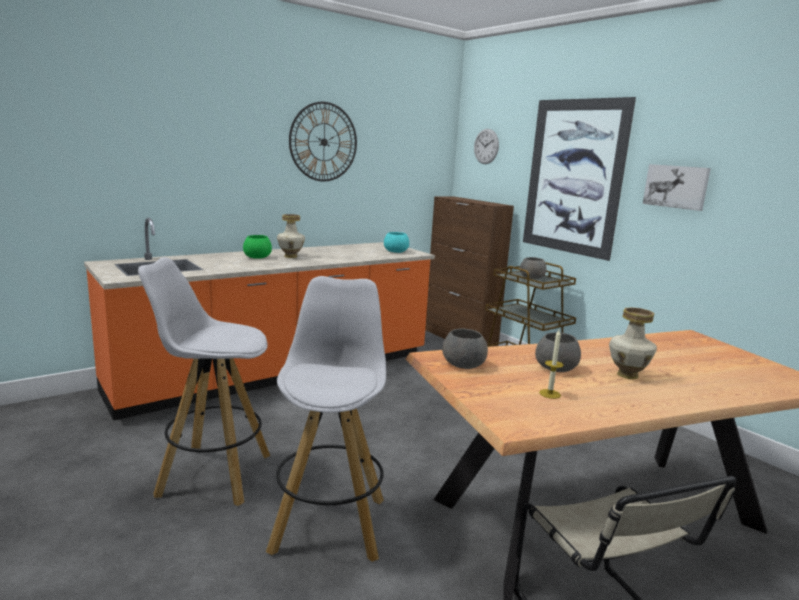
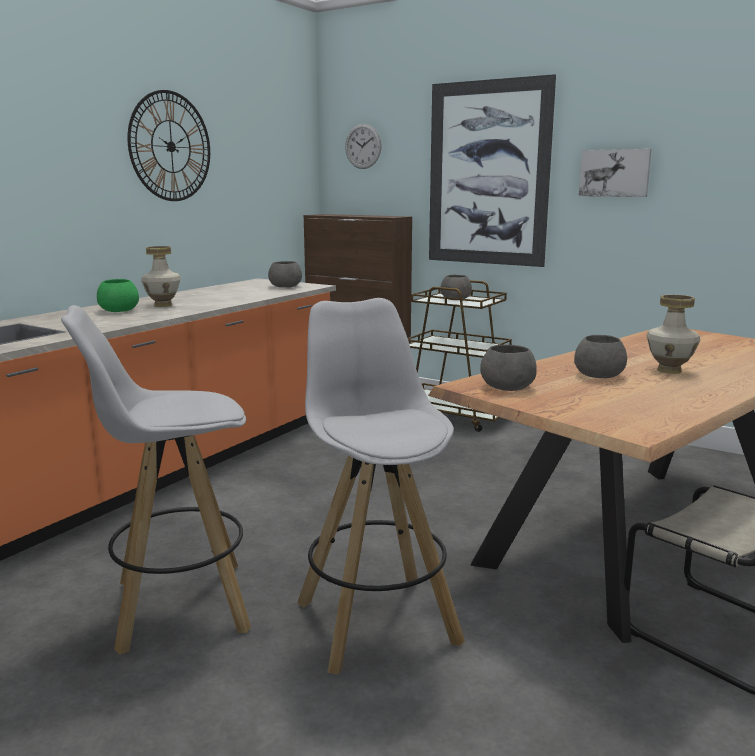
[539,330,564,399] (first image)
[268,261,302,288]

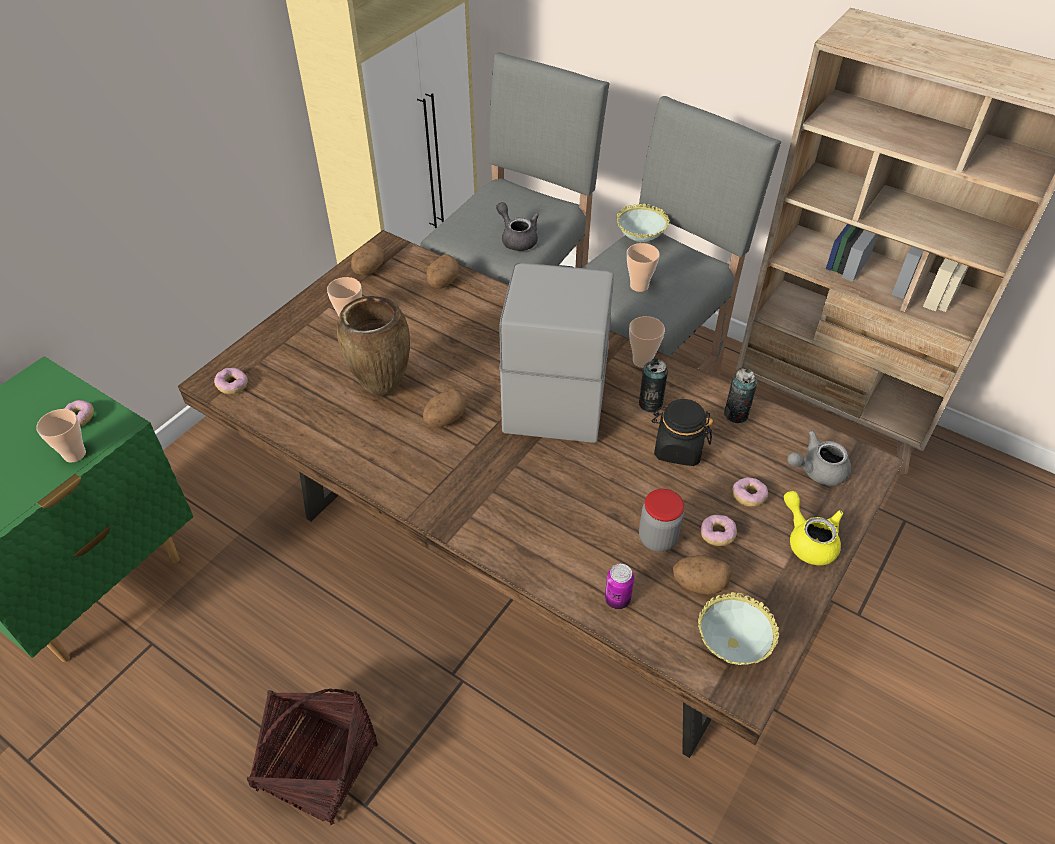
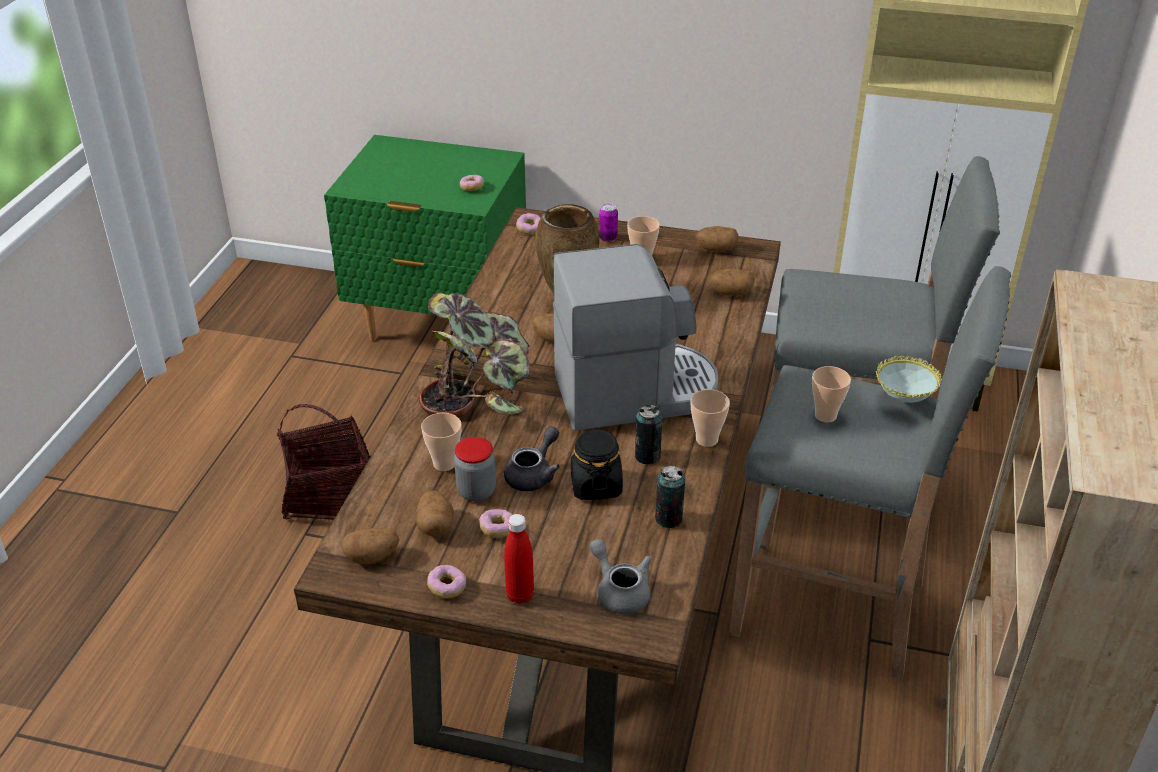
[418,292,530,418]
[421,413,462,471]
[504,426,560,491]
[599,203,618,242]
[427,565,466,598]
[341,528,400,564]
[504,514,534,604]

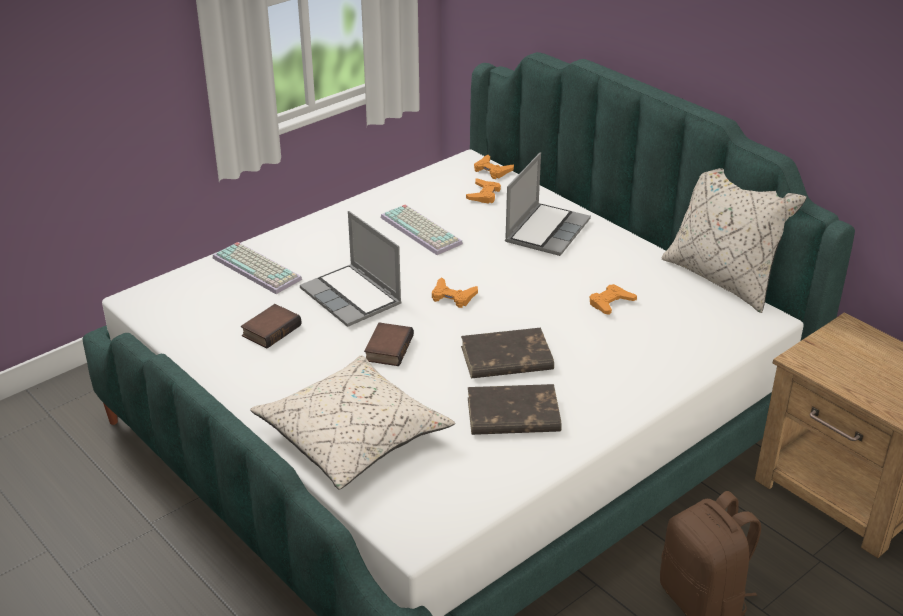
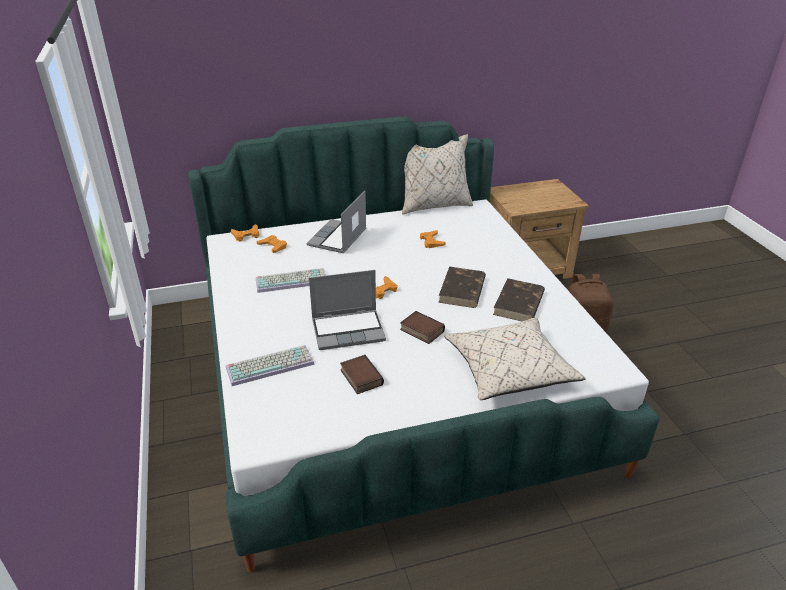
[307,191,367,253]

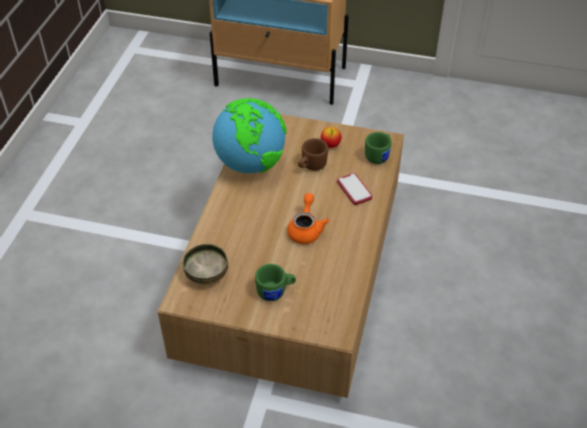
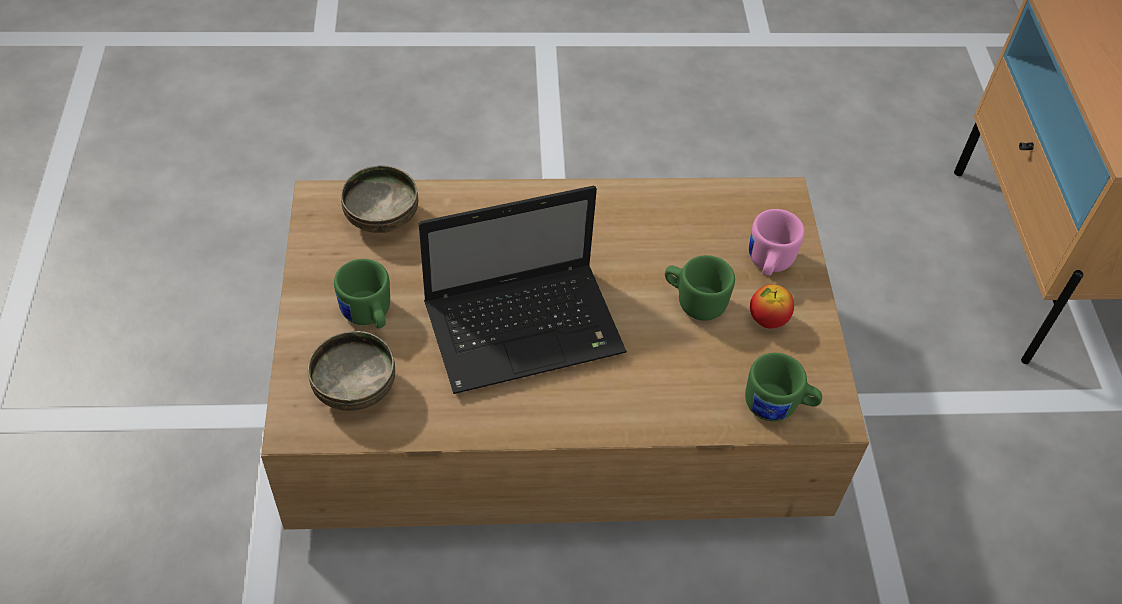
[212,98,287,173] (first image)
[337,173,372,205] (first image)
[307,331,395,411]
[749,209,805,276]
[419,186,627,394]
[665,255,735,321]

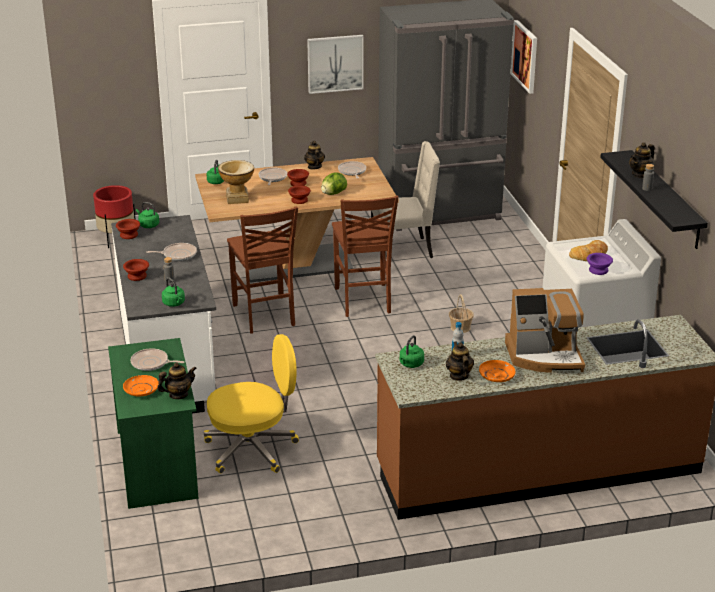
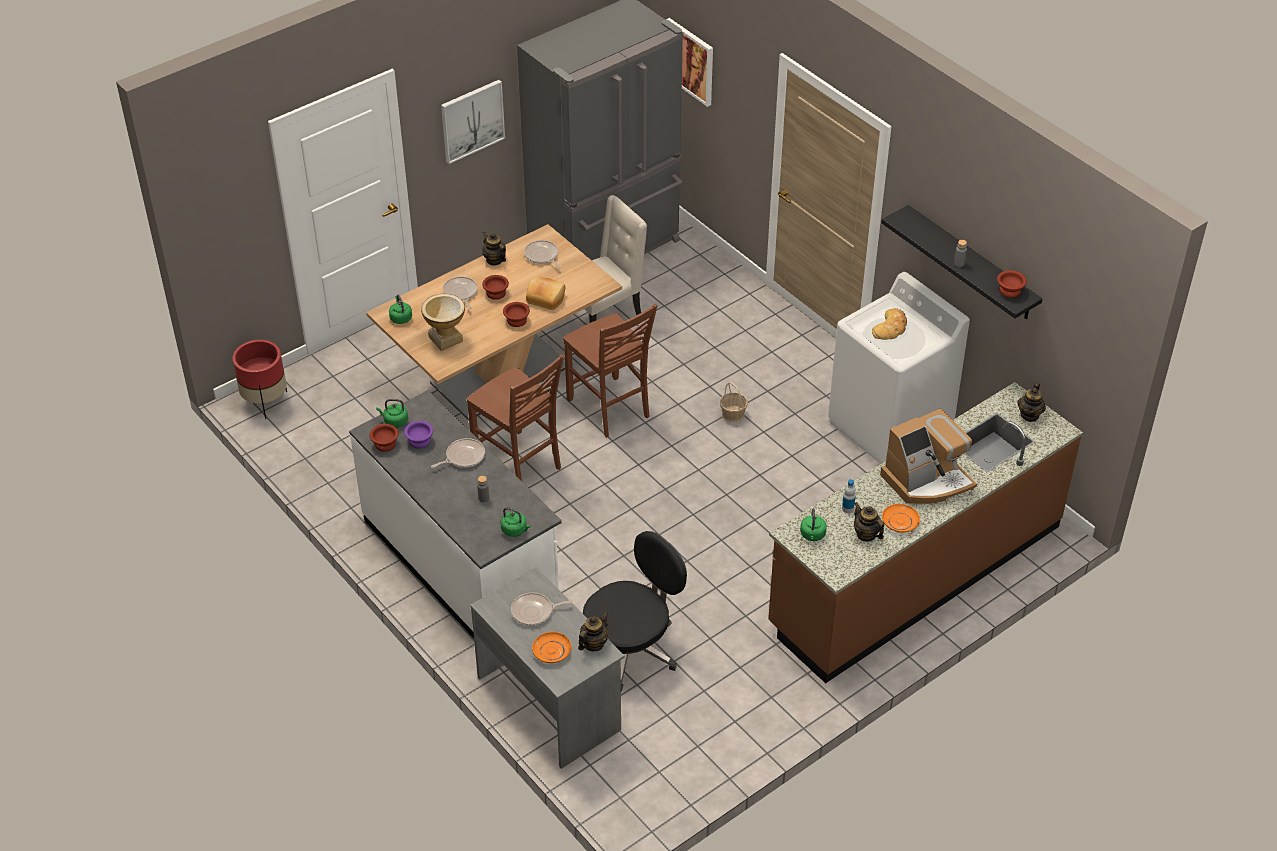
[997,270,1027,298]
[404,421,433,449]
[1017,382,1046,422]
[526,277,565,310]
[470,567,625,769]
[583,531,687,692]

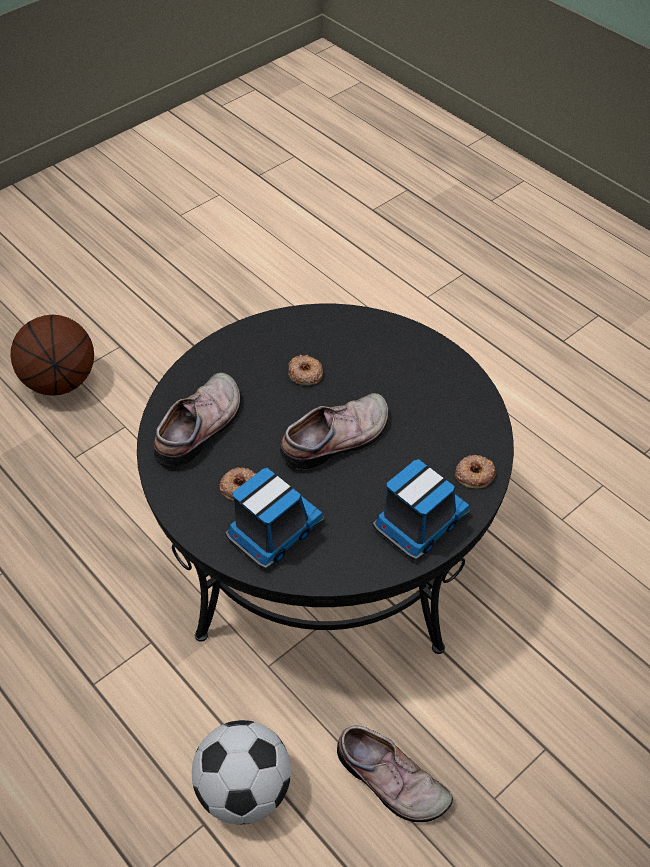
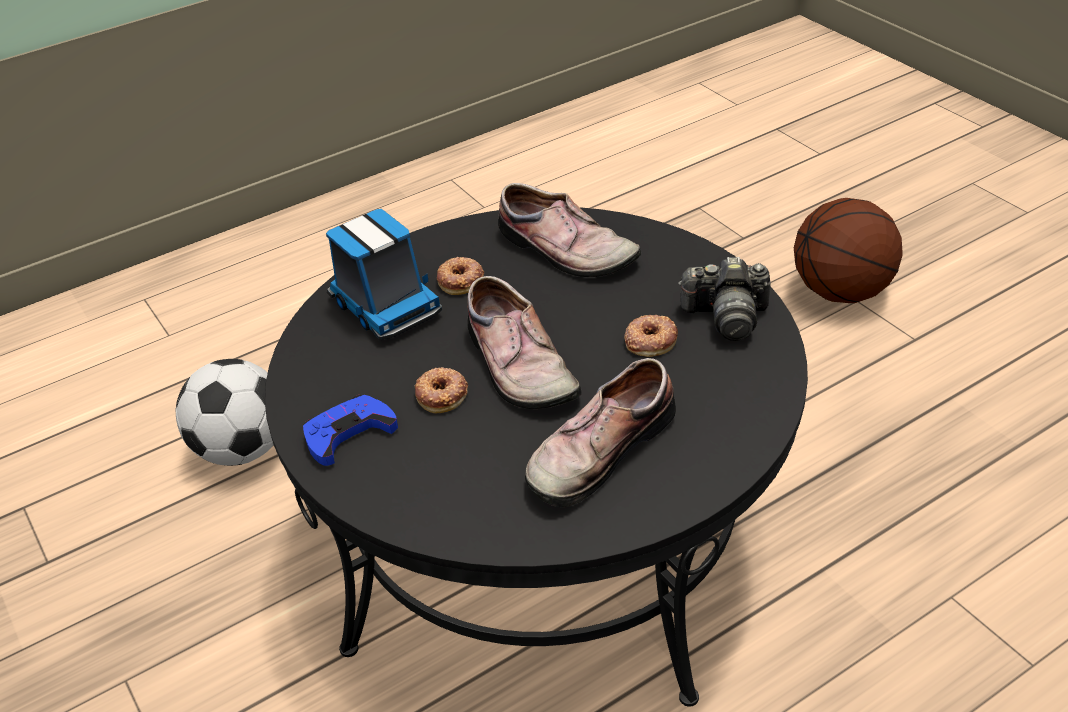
[678,257,771,341]
[525,358,676,507]
[415,367,468,413]
[303,395,398,466]

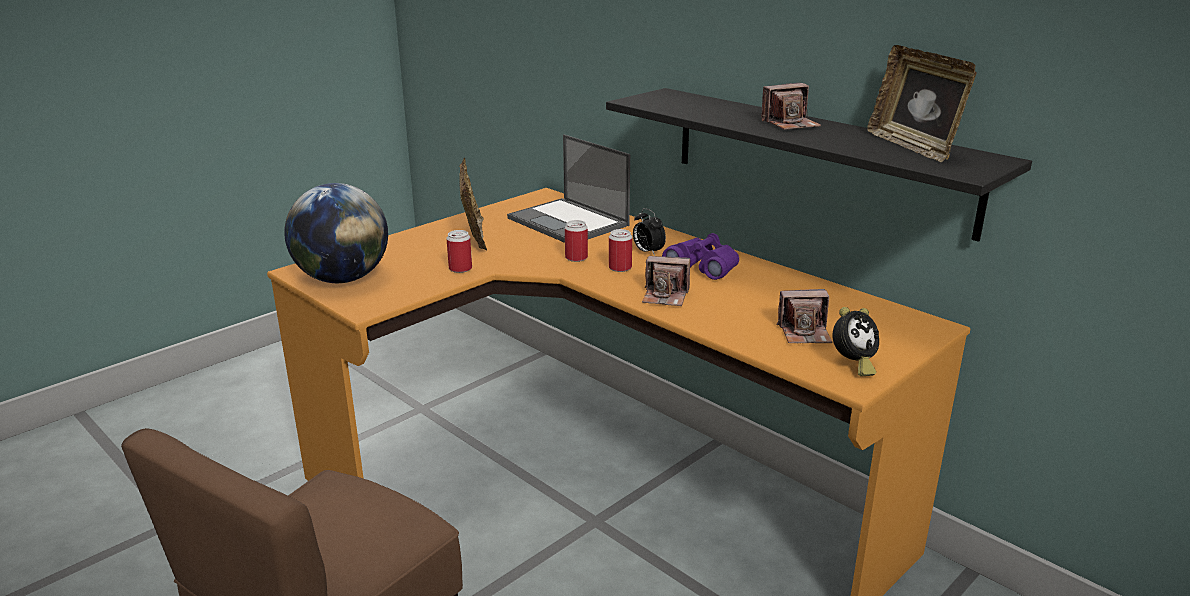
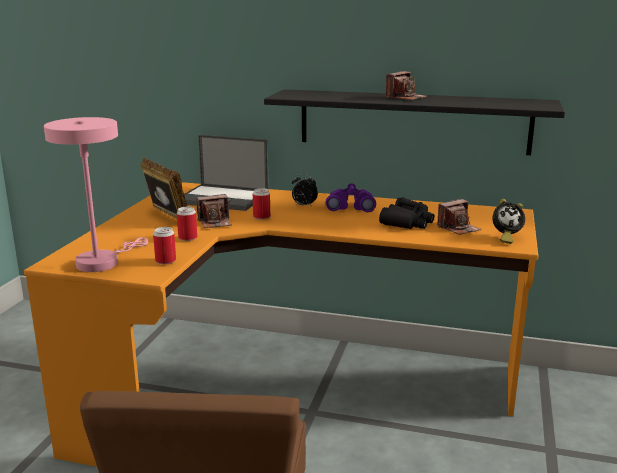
[867,45,976,162] (first image)
[379,197,434,229]
[153,227,176,265]
[196,194,232,228]
[44,117,148,272]
[492,199,525,244]

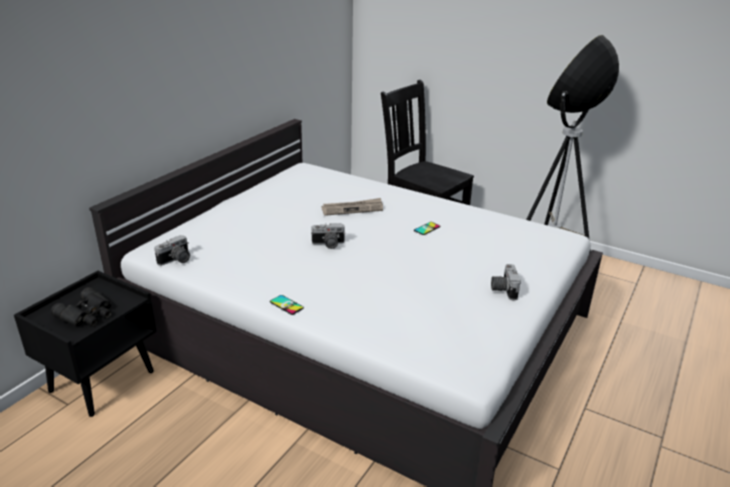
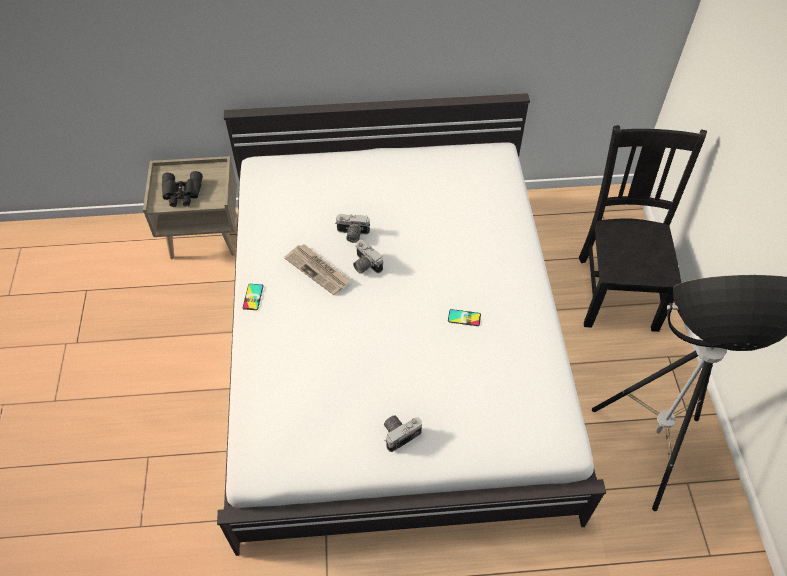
[335,214,370,243]
[284,244,351,295]
[143,156,237,259]

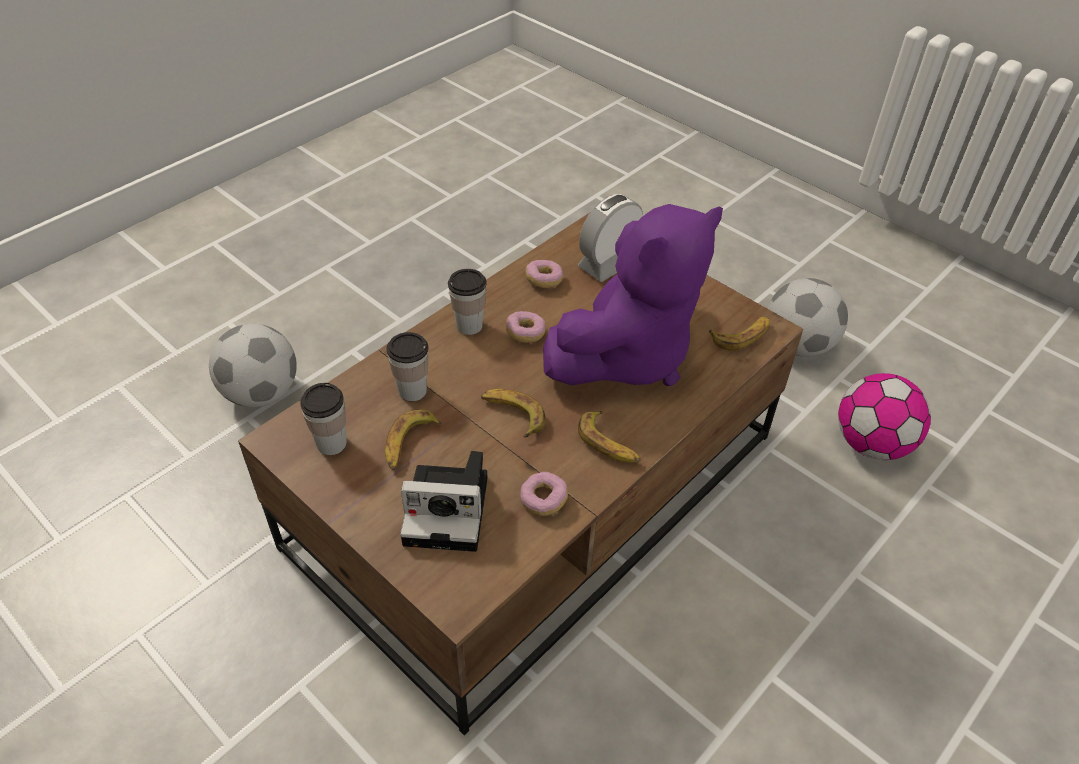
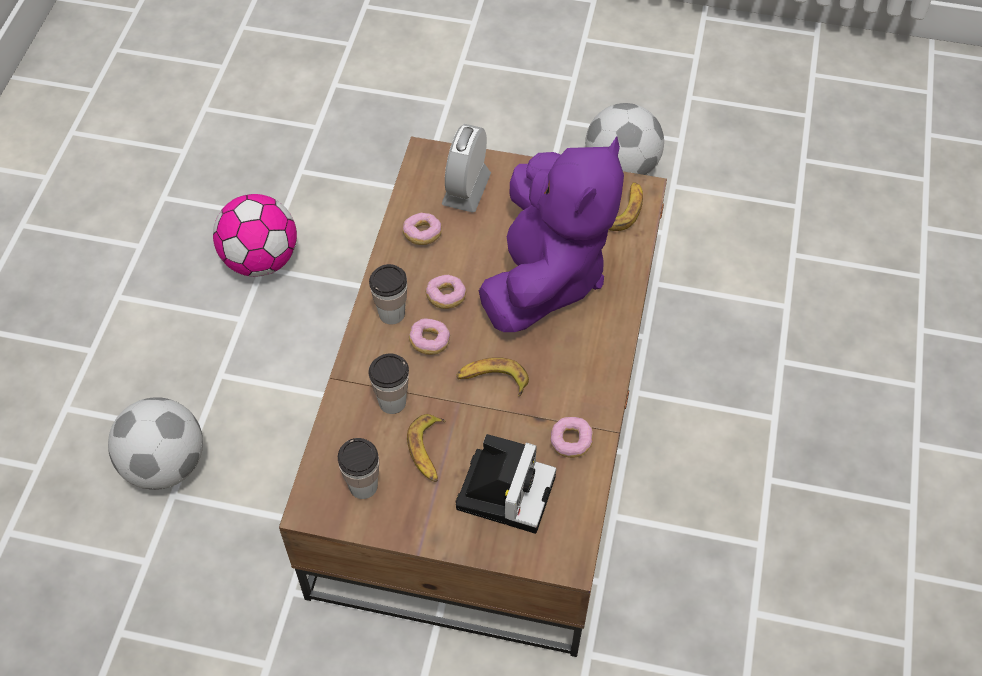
[578,411,641,462] (first image)
[409,318,450,355]
[213,194,297,277]
[456,434,556,534]

